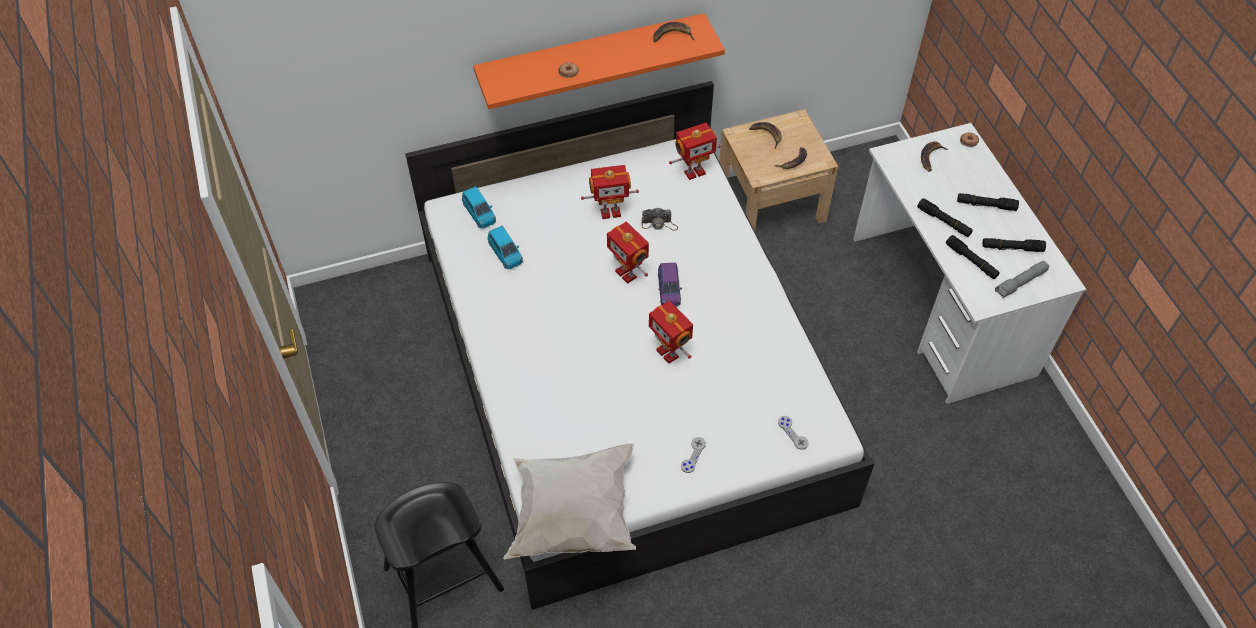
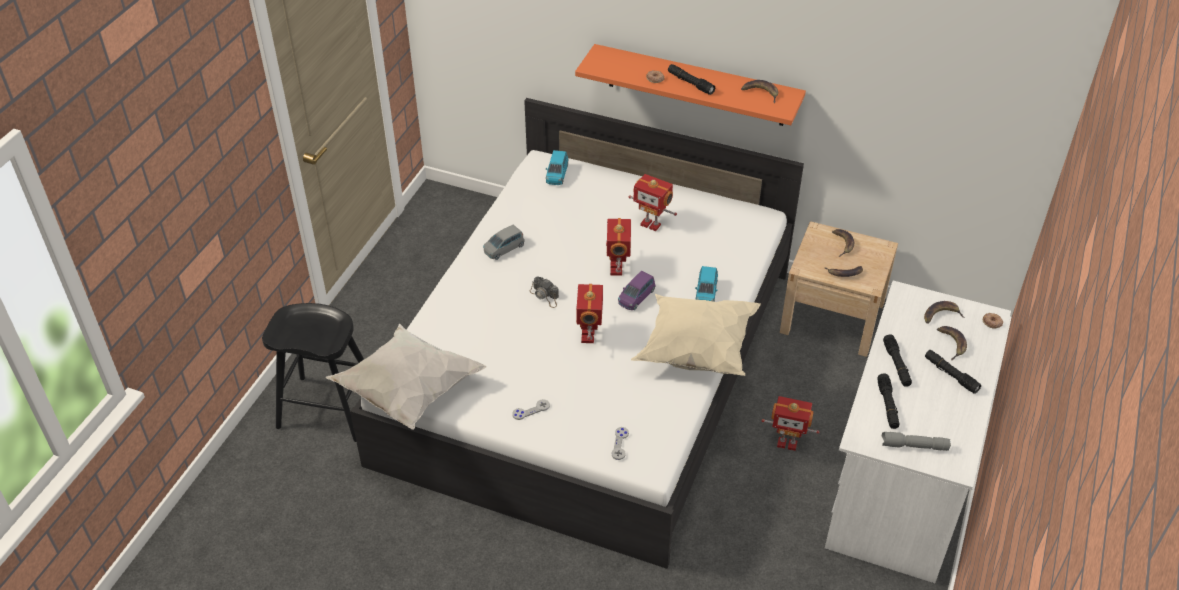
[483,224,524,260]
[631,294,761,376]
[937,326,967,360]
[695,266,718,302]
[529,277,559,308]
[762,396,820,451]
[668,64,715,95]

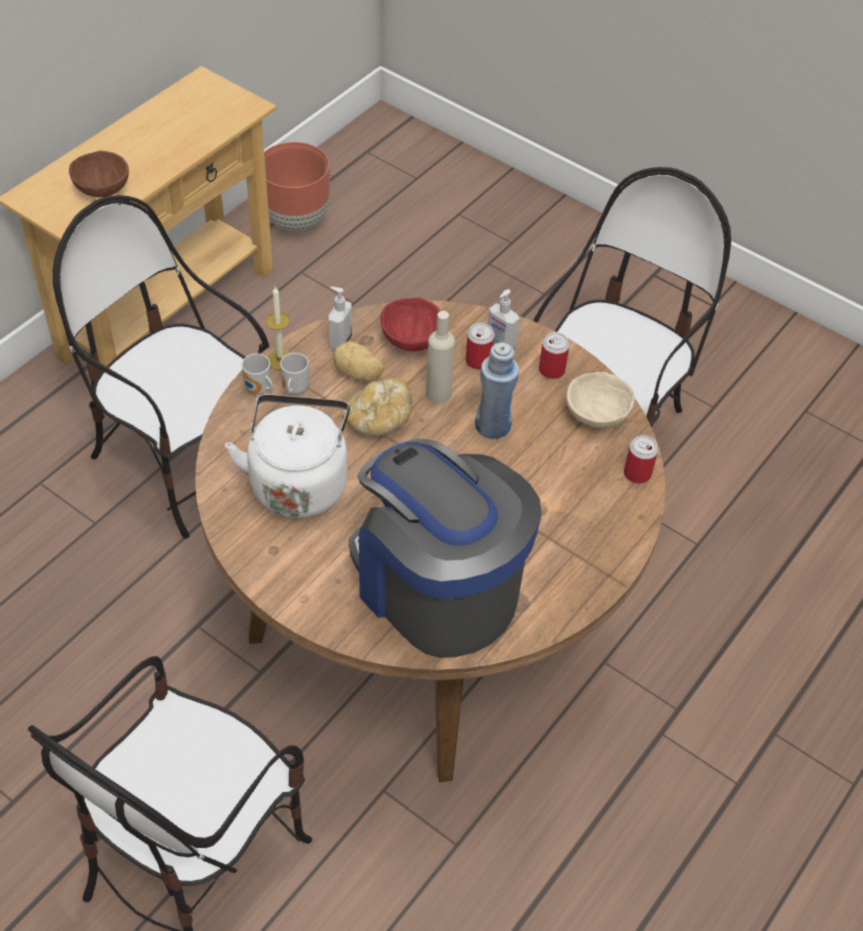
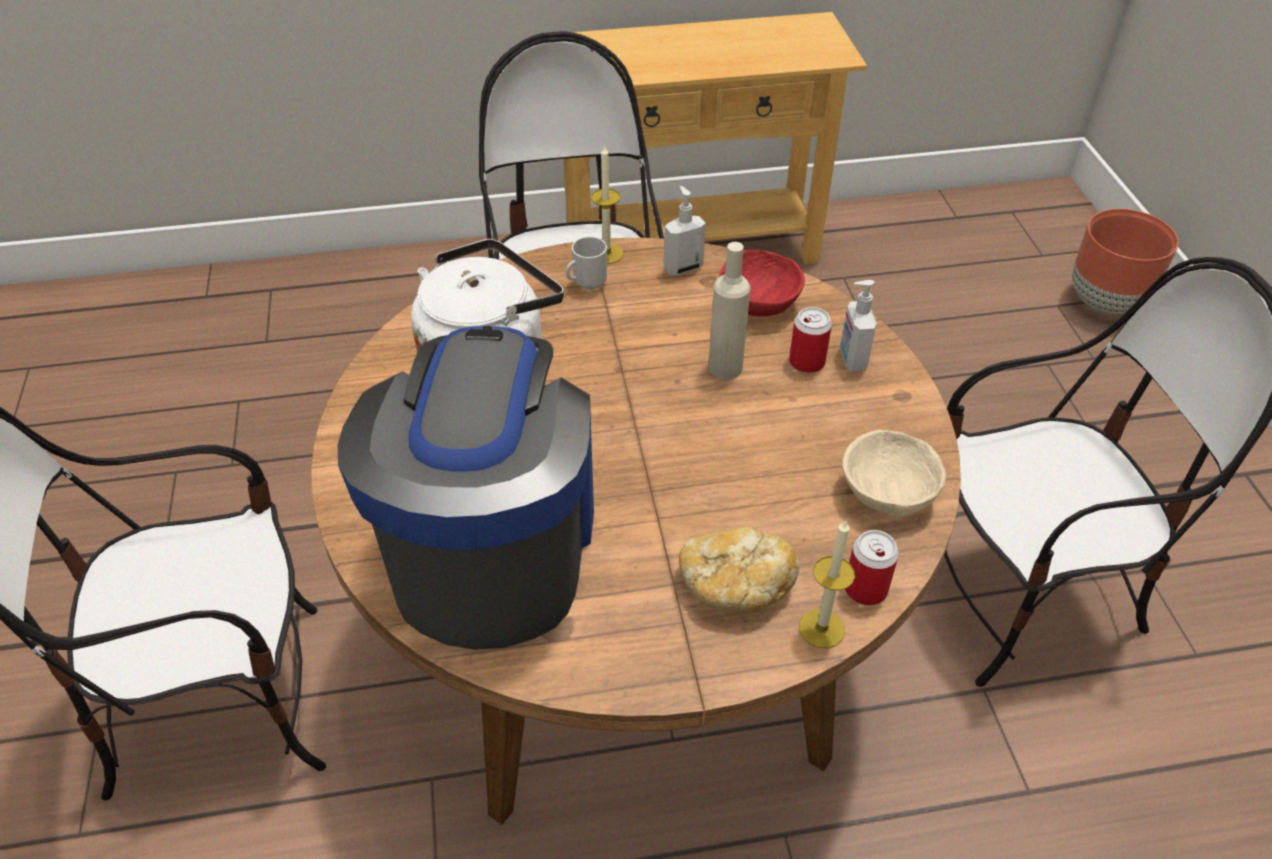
[69,151,129,197] (first image)
[242,354,273,395] (first image)
[334,341,384,382] (first image)
[475,342,519,439] (first image)
[539,332,570,379] (first image)
[799,520,855,648]
[1073,209,1179,314]
[679,527,799,611]

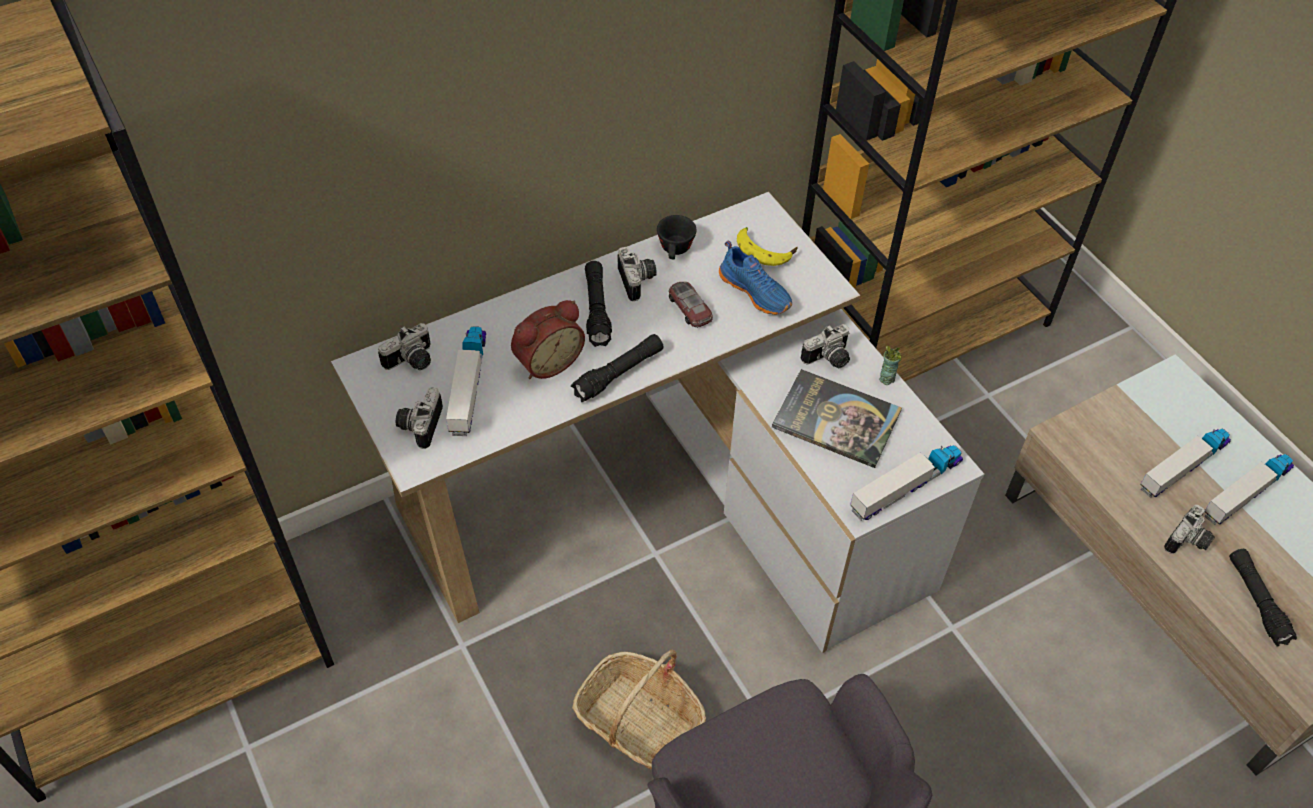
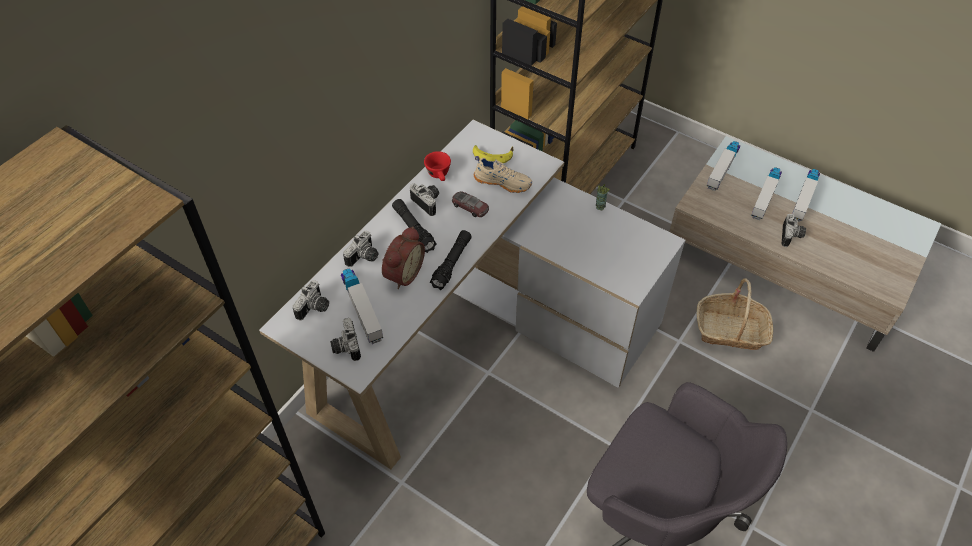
[772,369,902,468] (first image)
[1229,549,1297,647] (first image)
[697,278,773,350]
[343,231,379,267]
[707,141,740,191]
[424,151,451,181]
[474,156,532,193]

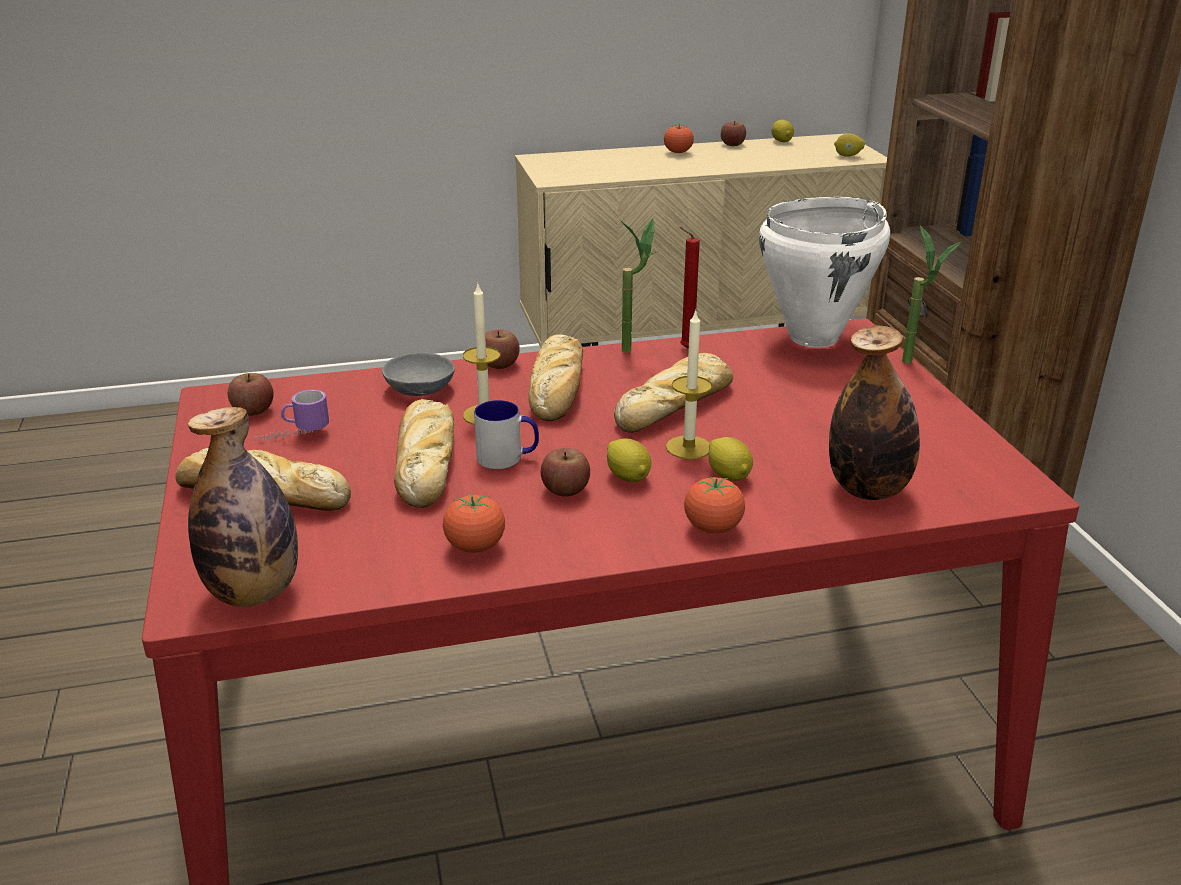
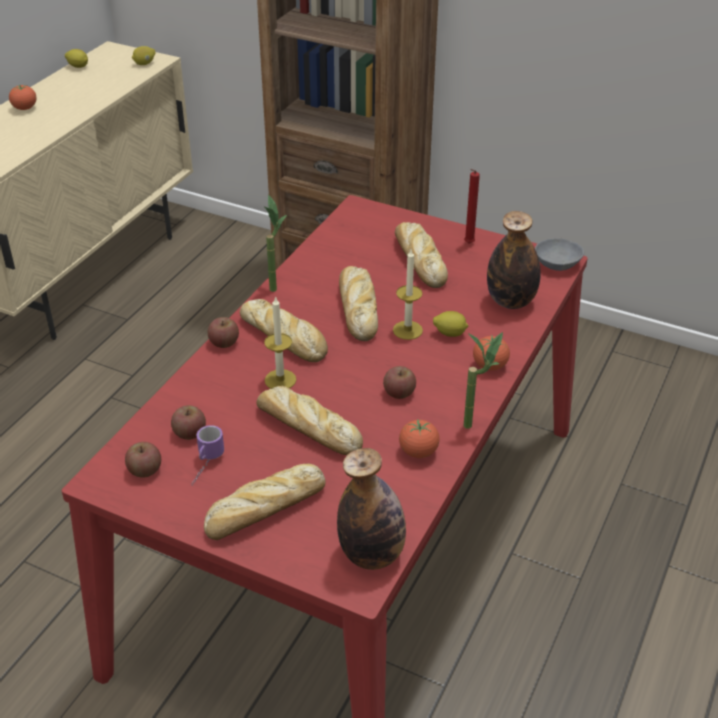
[474,400,539,469] (first image)
[607,438,651,482] (first image)
[759,197,890,348] (first image)
[395,222,448,288]
[535,238,584,271]
[464,169,480,244]
[171,405,206,440]
[464,332,503,429]

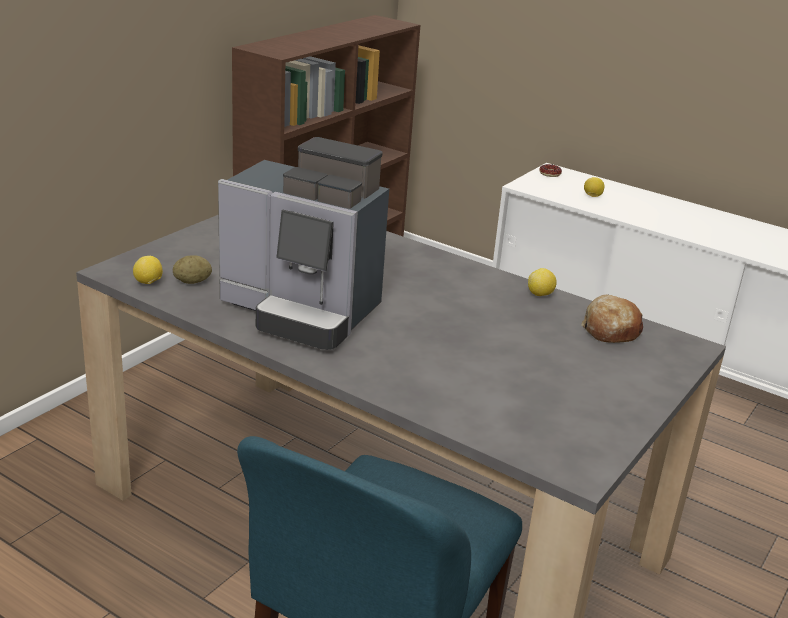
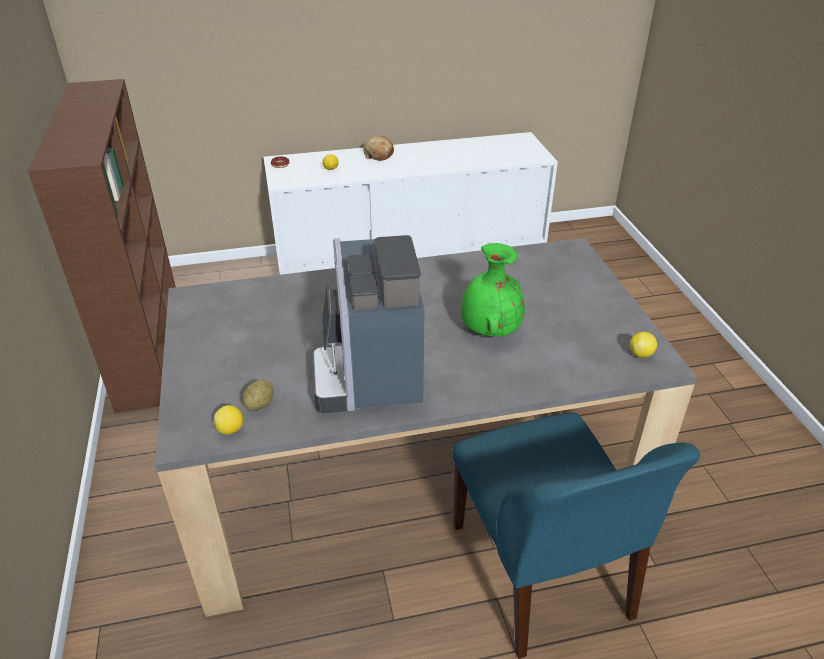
[461,243,525,336]
[630,332,657,358]
[363,136,394,161]
[313,235,424,413]

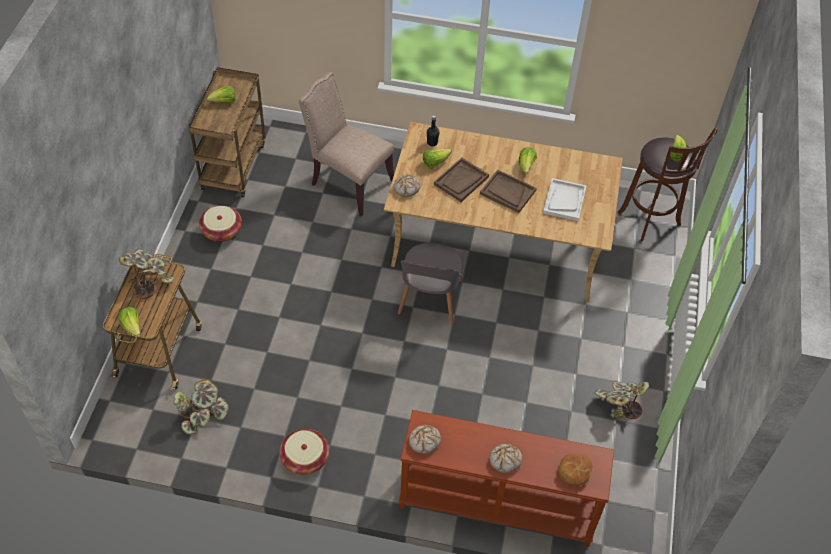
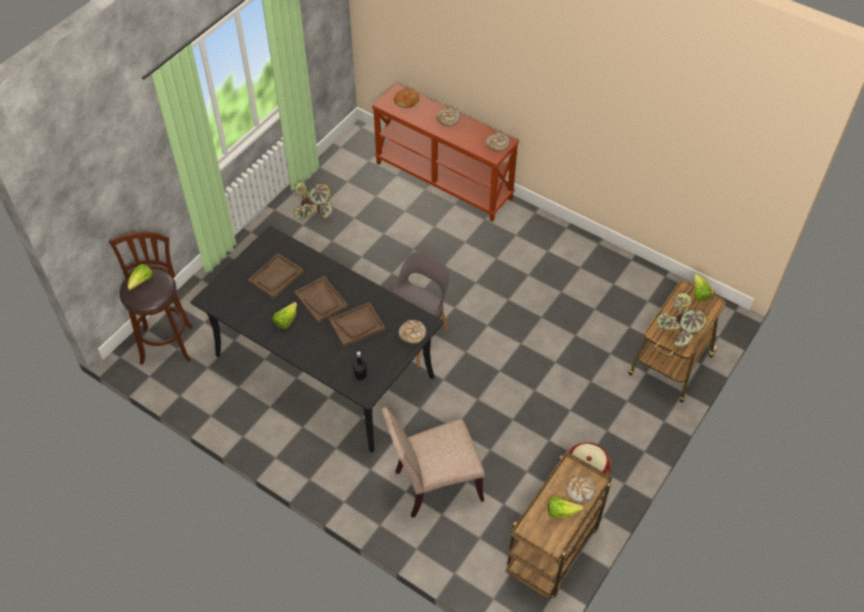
[173,379,229,434] (first image)
[280,429,329,475] (first image)
[423,149,451,169] (first image)
[566,476,596,503]
[190,226,444,453]
[248,253,304,299]
[382,407,485,518]

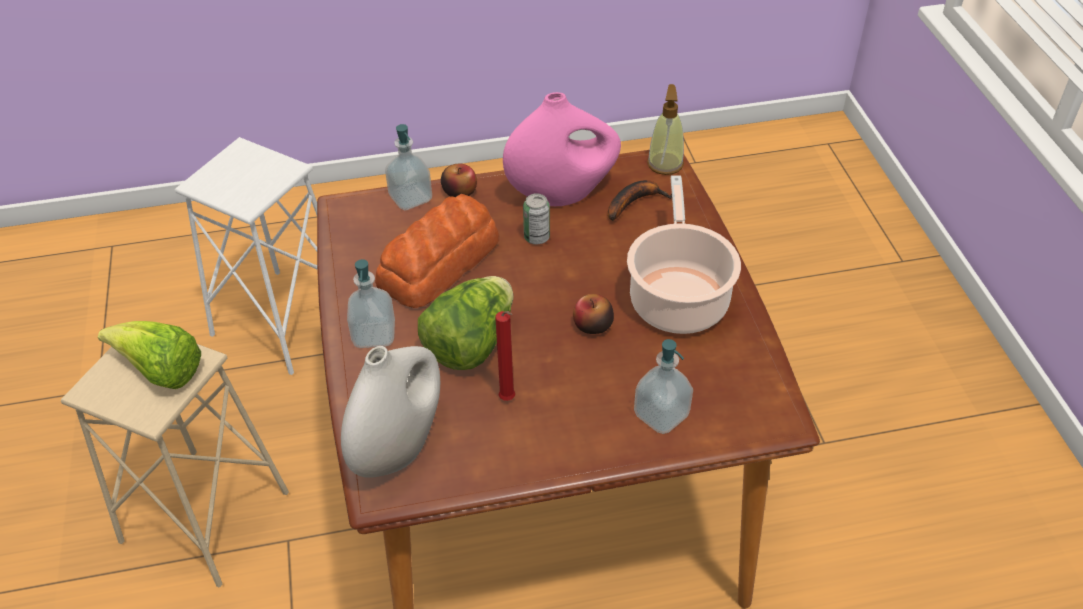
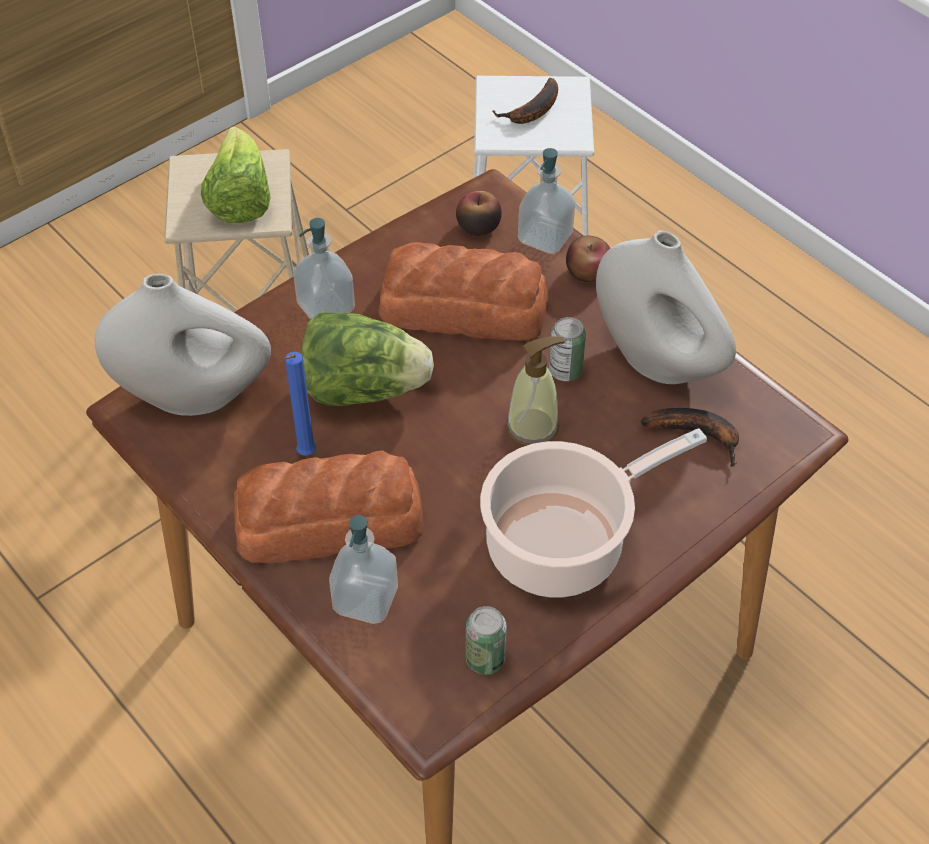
[233,450,424,563]
[466,606,507,675]
[493,78,558,124]
[456,191,502,236]
[506,336,565,446]
[285,352,316,456]
[596,231,736,384]

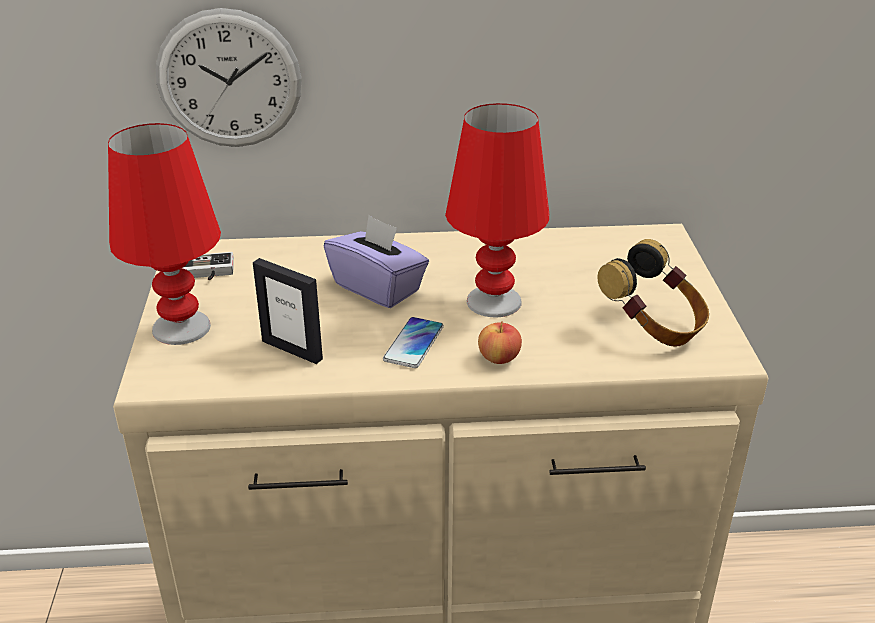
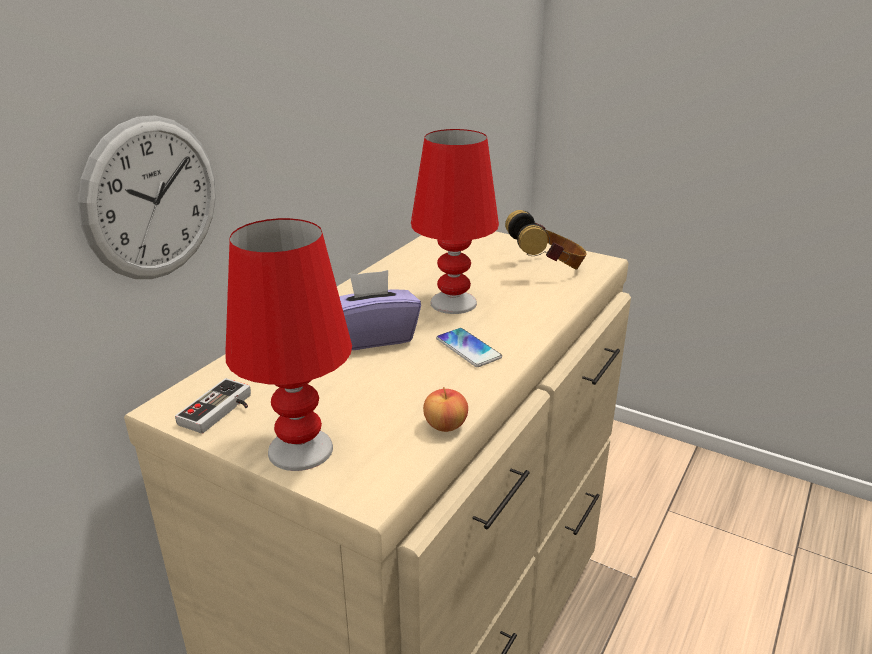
[253,258,323,364] (first image)
[423,387,468,432]

